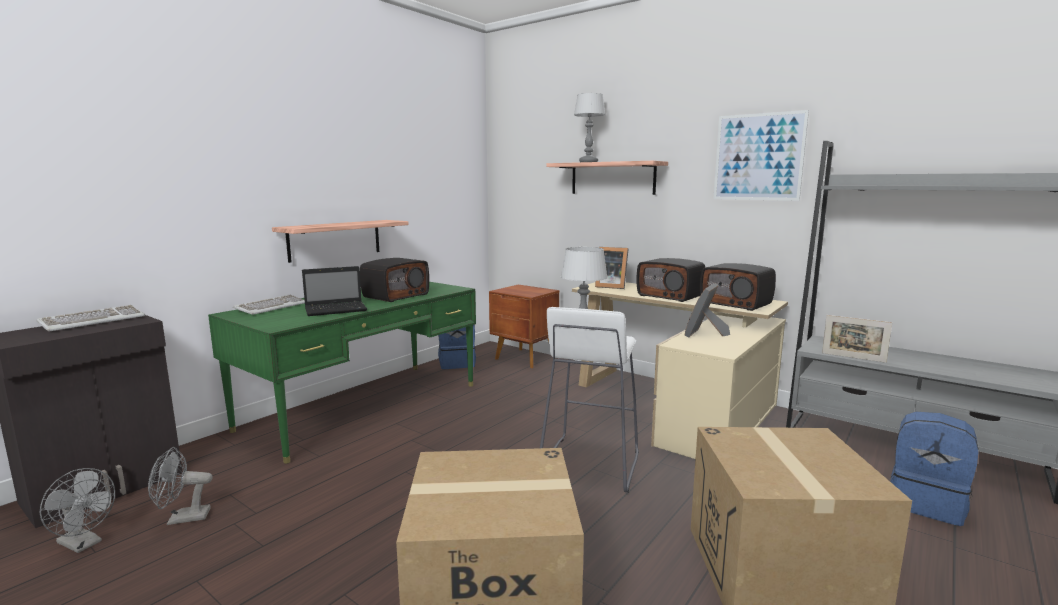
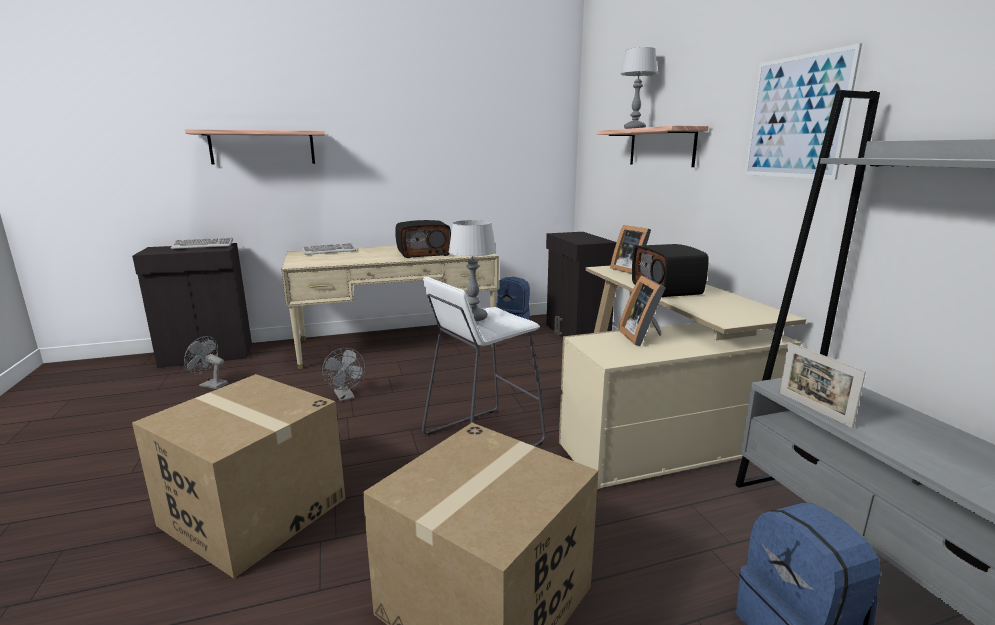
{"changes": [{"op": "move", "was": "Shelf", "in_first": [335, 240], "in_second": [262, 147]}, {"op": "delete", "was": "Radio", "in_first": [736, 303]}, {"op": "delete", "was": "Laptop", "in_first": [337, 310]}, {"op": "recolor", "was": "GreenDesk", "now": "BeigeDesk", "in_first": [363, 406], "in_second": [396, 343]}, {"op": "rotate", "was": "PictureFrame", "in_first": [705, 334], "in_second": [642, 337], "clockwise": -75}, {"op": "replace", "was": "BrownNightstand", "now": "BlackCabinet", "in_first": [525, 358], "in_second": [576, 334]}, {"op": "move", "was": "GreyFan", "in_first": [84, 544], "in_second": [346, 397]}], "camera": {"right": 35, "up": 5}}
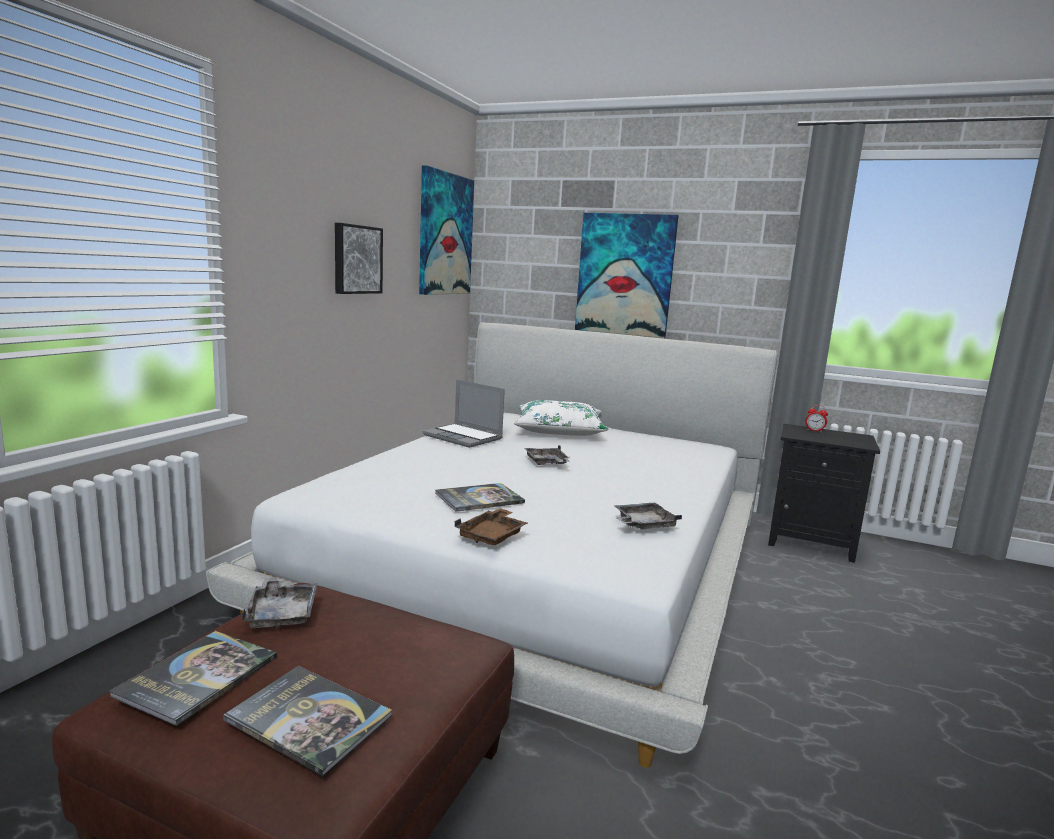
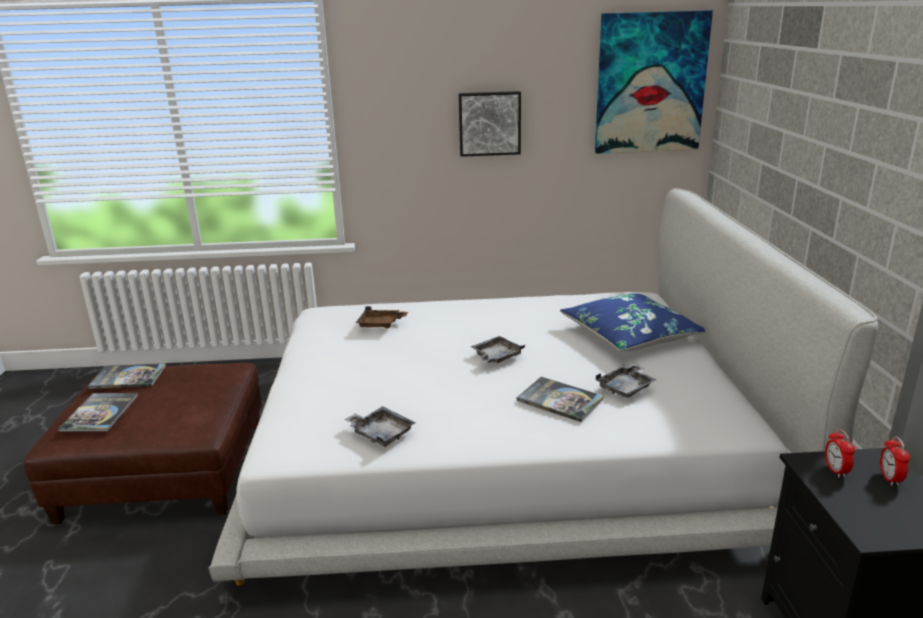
{"changes": [{"op": "delete", "was": "Picture", "in_first": [625, 275]}, {"op": "delete", "was": "Laptop", "in_first": [464, 437]}, {"op": "recolor", "was": "WhitePillow", "now": "BluePillow", "in_first": [559, 430], "in_second": [630, 335]}, {"op": "move", "was": "Book", "in_first": [479, 498], "in_second": [560, 400]}, {"op": "move", "was": "BrownTray", "in_first": [492, 536], "in_second": [380, 324]}, {"op": "move", "was": "GreyTray", "in_first": [282, 613], "in_second": [626, 388]}, {"op": "insert", "now": "AlarmClock", "in_second": [835, 470]}], "camera": {"right": 65, "up": 10}}
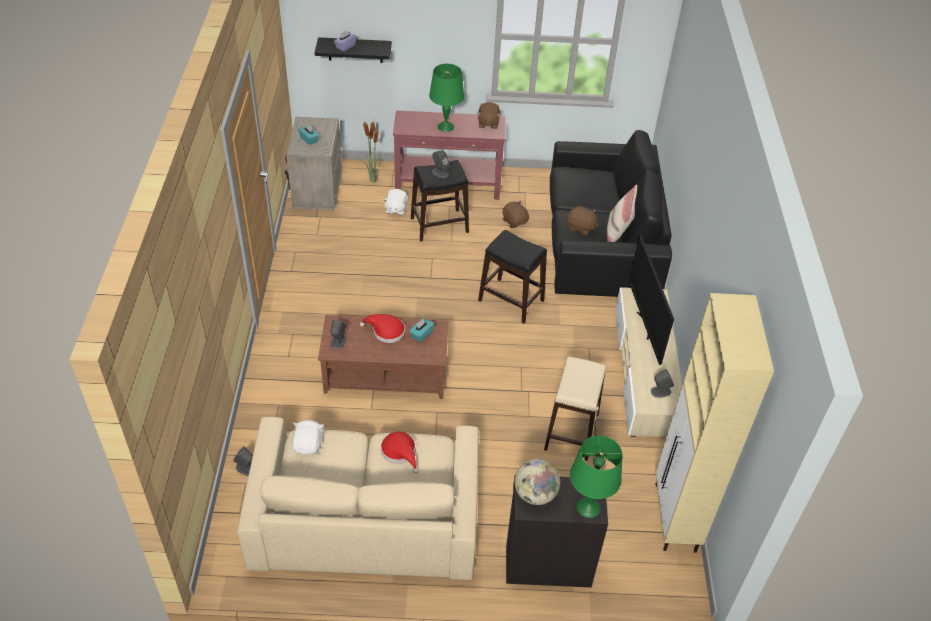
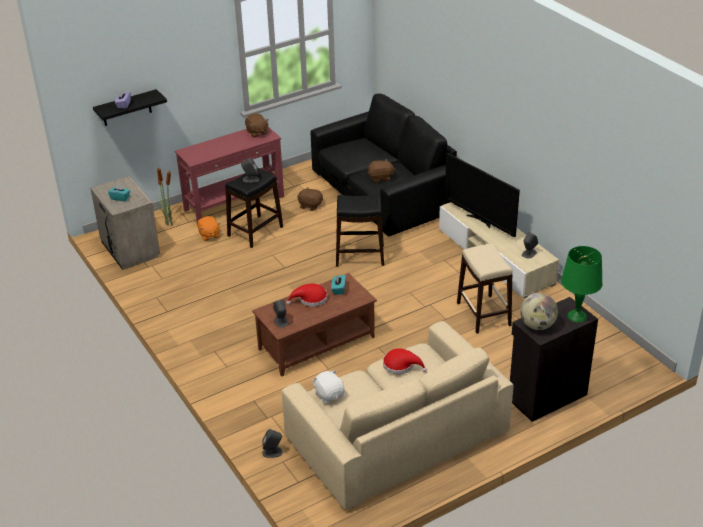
{"changes": [{"op": "delete", "was": "GreenTableLamp", "in_first": [445, 127]}, {"op": "delete", "was": "BeigePillow", "in_first": [617, 234]}, {"op": "recolor", "was": "WhitePlushToy", "now": "OrangePlushToy", "in_first": [396, 209], "in_second": [209, 235]}, {"op": "delete", "was": "BeigeCabinet", "in_first": [675, 518]}], "camera": {"right": -30, "up": -10}}
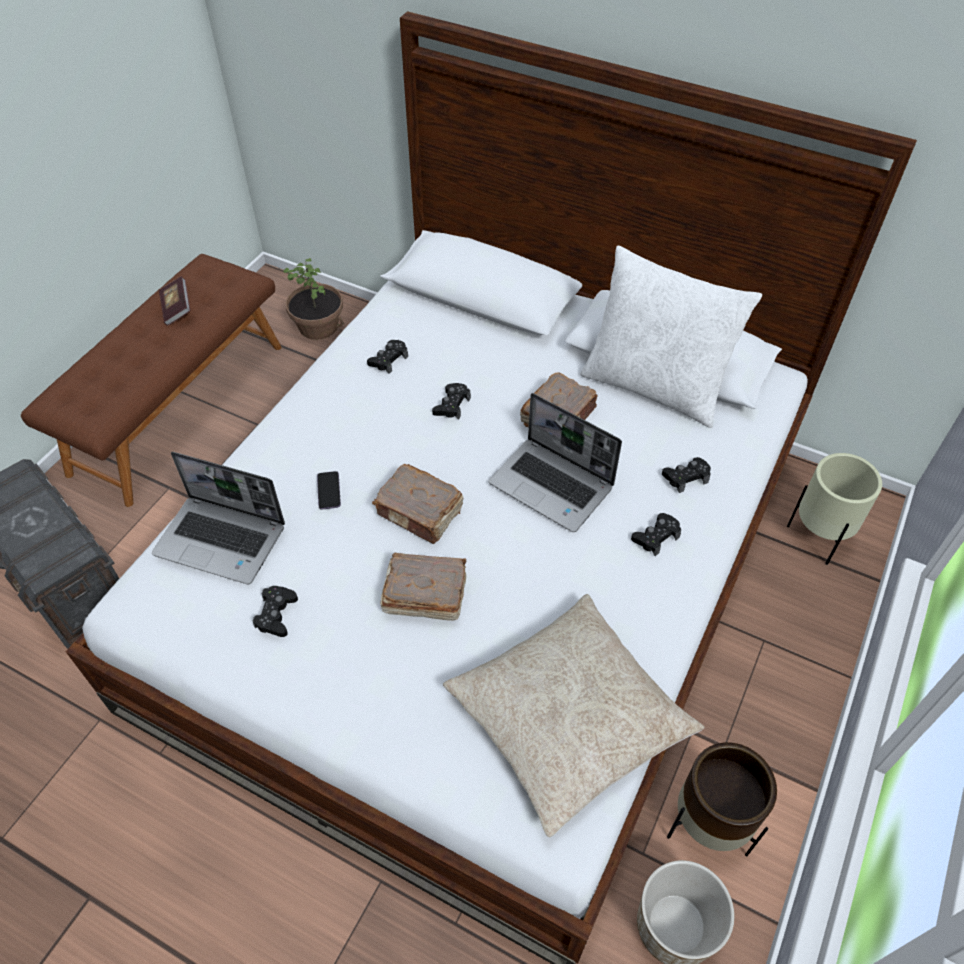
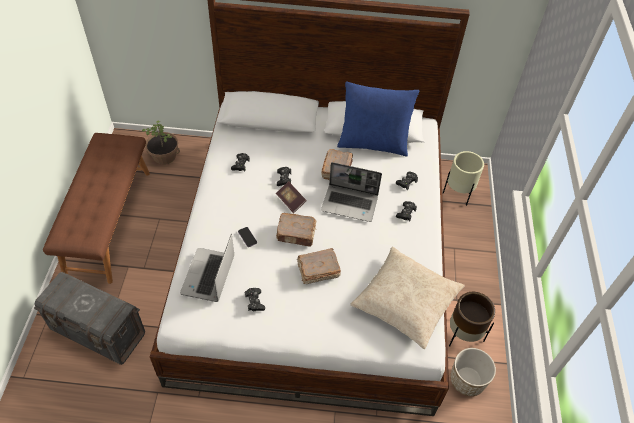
{"changes": [{"op": "recolor", "was": "WhitePillow", "now": "BluePillow", "in_first": [654, 386], "in_second": [373, 143]}, {"op": "move", "was": "Book", "in_first": [177, 308], "in_second": [291, 201]}, {"op": "rotate", "was": "Laptop", "in_first": [222, 540], "in_second": [209, 276], "clockwise": 105}], "camera": {"right": -25, "up": 0}}
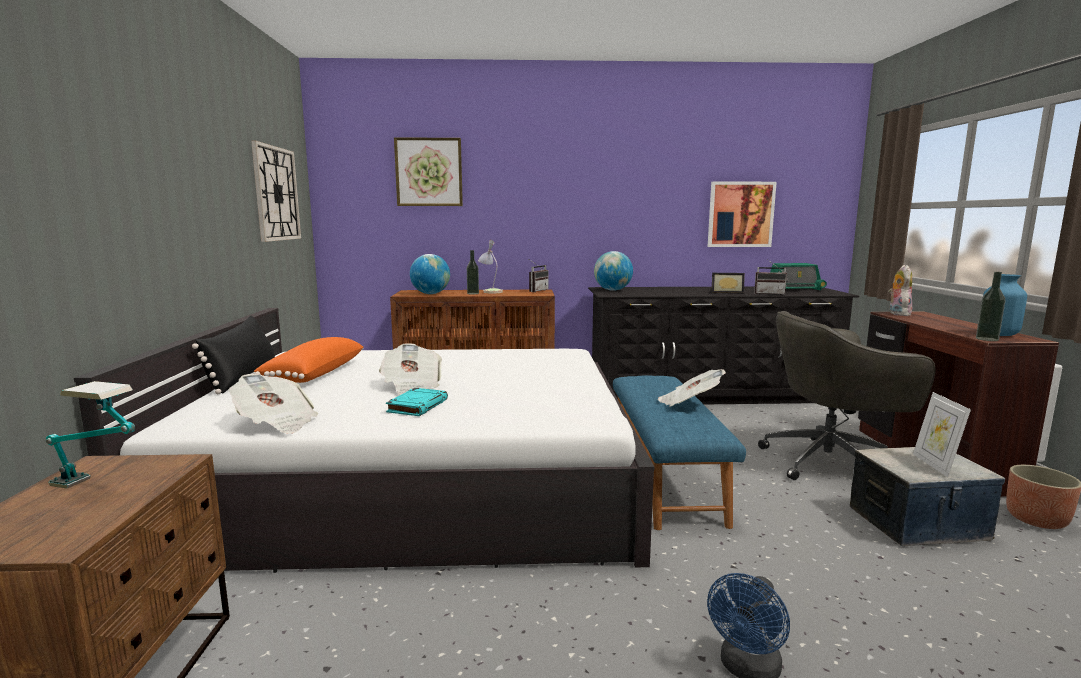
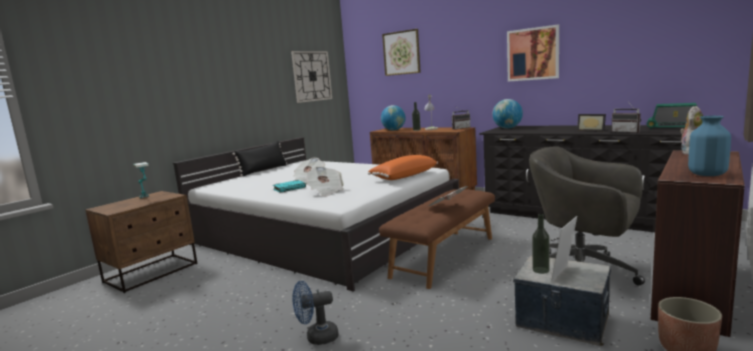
{"changes": [{"op": "move", "was": "Picture", "in_first": [740, 214], "in_second": [533, 54]}, {"op": "move", "was": "Bottle", "in_first": [987, 339], "in_second": [540, 270]}, {"op": "move", "was": "OrangePillow", "in_first": [313, 374], "in_second": [403, 176]}, {"op": "move", "was": "Newspaper", "in_first": [276, 423], "in_second": [326, 191]}, {"op": "recolor", "was": "BlueBench", "now": "BrownBench", "in_first": [663, 476], "in_second": [443, 256]}], "camera": {"right": 40, "up": 0}}
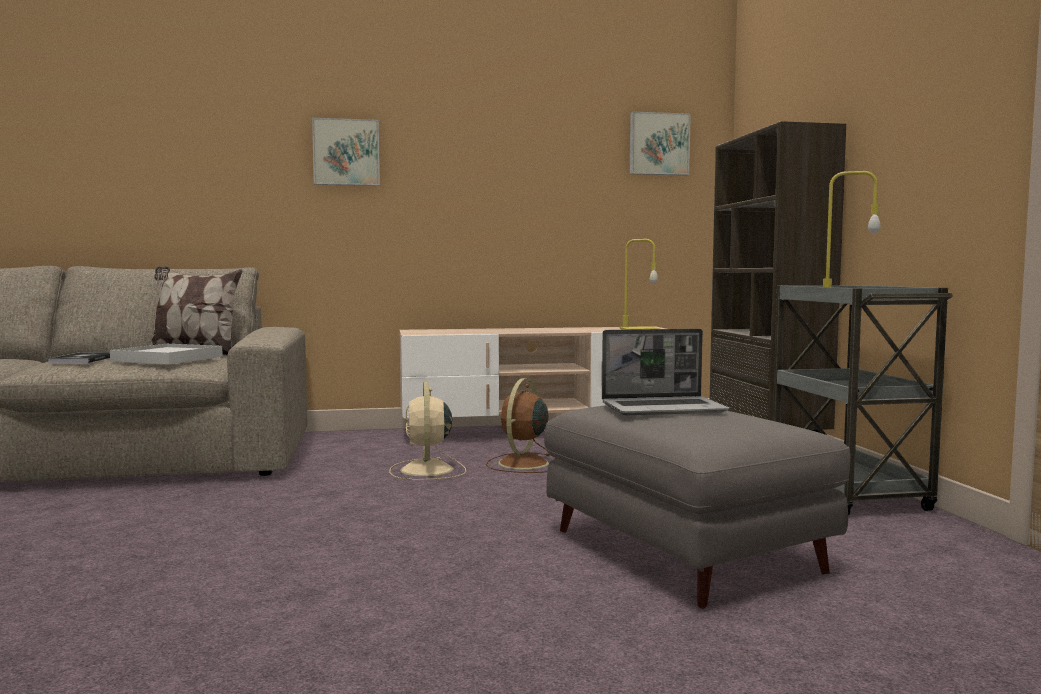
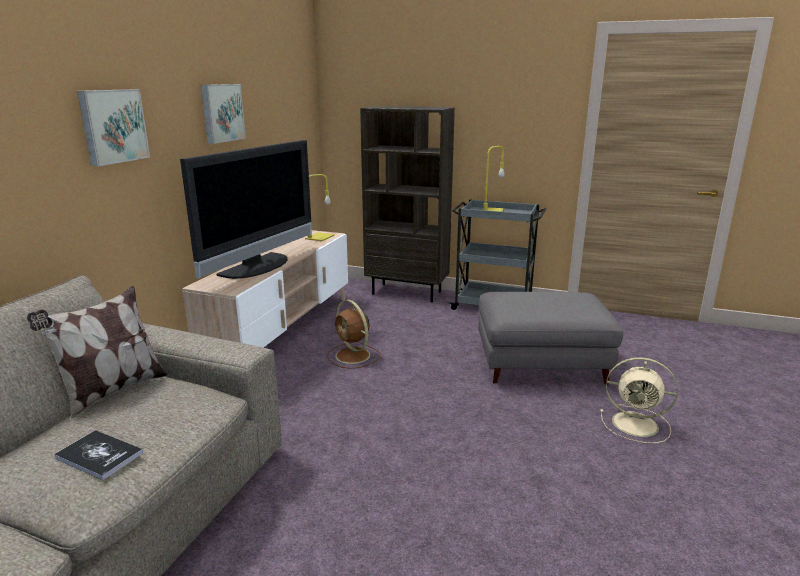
{"changes": [{"op": "move", "was": "Picture", "in_first": [658, 144], "in_second": [221, 113]}, {"op": "delete", "was": "Laptop", "in_first": [664, 408]}, {"op": "delete", "was": "WhiteTray", "in_first": [167, 359]}, {"op": "move", "was": "BeigeFan", "in_first": [427, 470], "in_second": [637, 424]}, {"op": "insert", "now": "Television", "in_second": [258, 267]}], "camera": {"right": -60, "up": 15}}
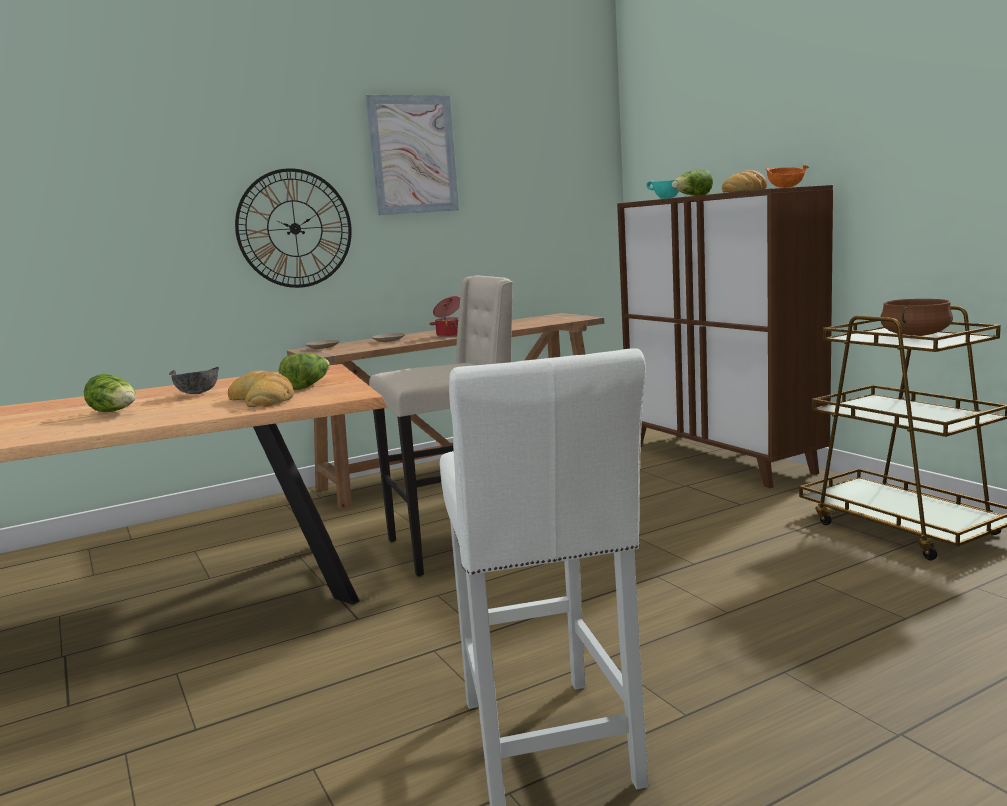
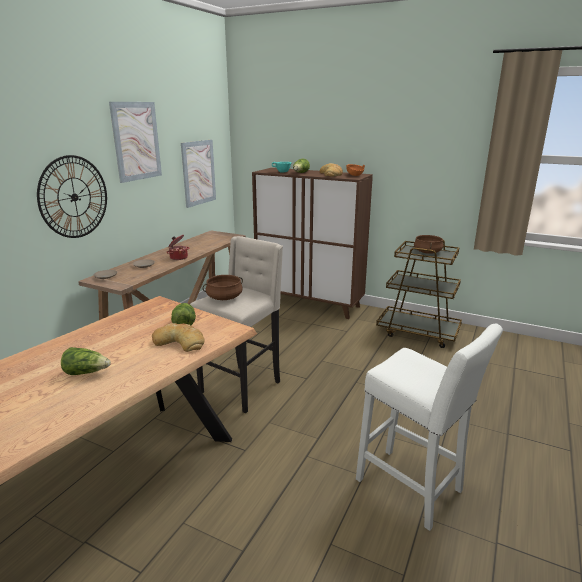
{"changes": [{"op": "delete", "was": "GreyBowl", "in_first": [197, 393]}, {"op": "insert", "now": "Picture", "in_second": [198, 173]}, {"op": "insert", "now": "BrownCookingPot", "in_second": [224, 297]}], "camera": {"right": -35, "up": 10}}
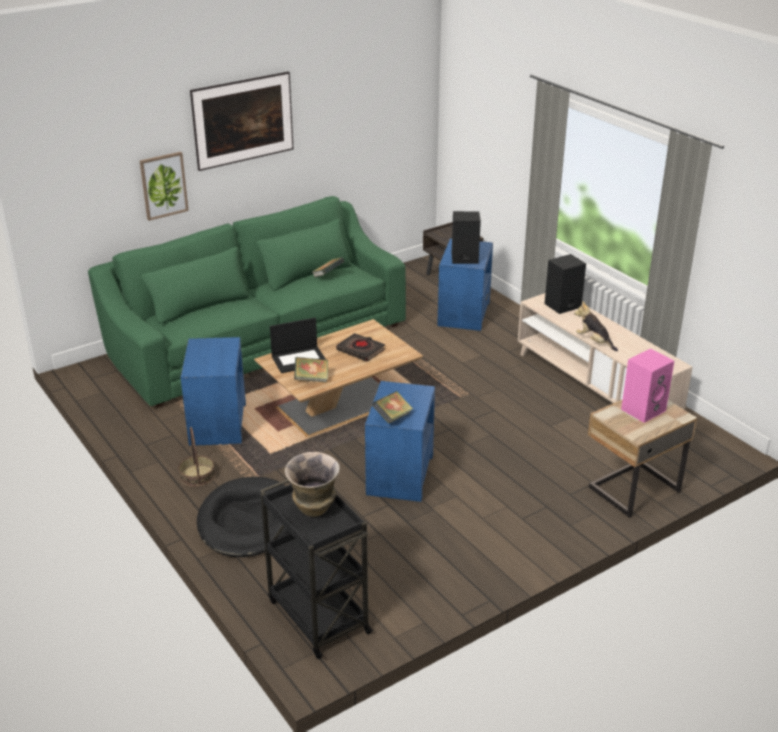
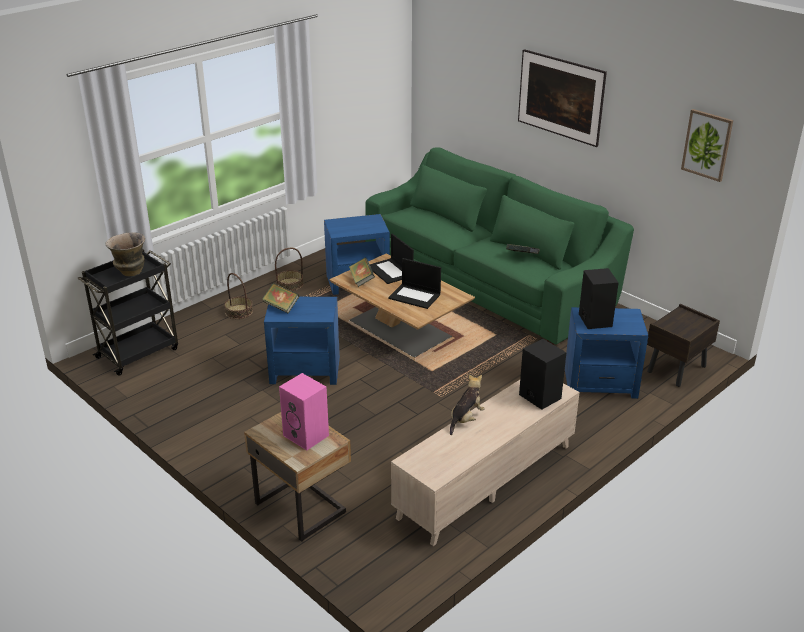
{"changes": [{"op": "move", "was": "Picture", "in_first": [163, 185], "in_second": [707, 145]}, {"op": "replace", "was": "BlackBook", "now": "Laptop", "in_first": [361, 350], "in_second": [415, 296]}, {"op": "replace", "was": "BlackDogBed", "now": "Basket", "in_first": [247, 521], "in_second": [239, 312]}], "camera": {"right": 80, "up": 0}}
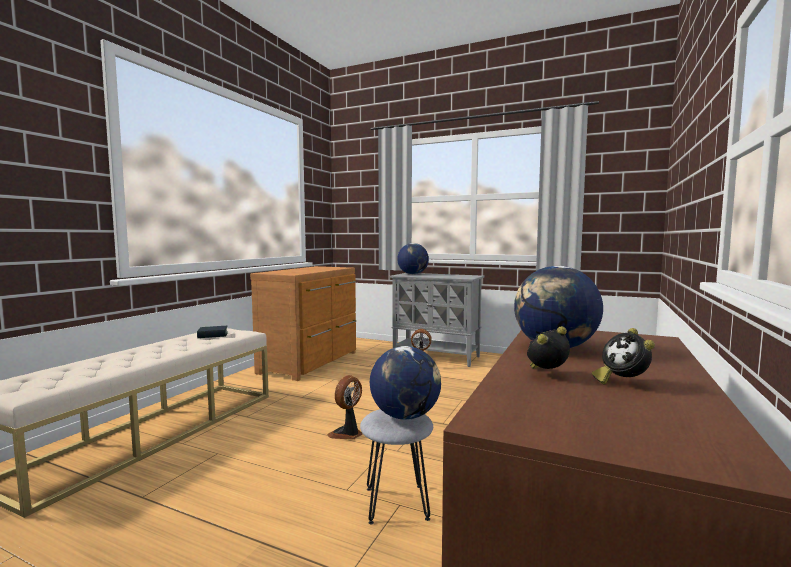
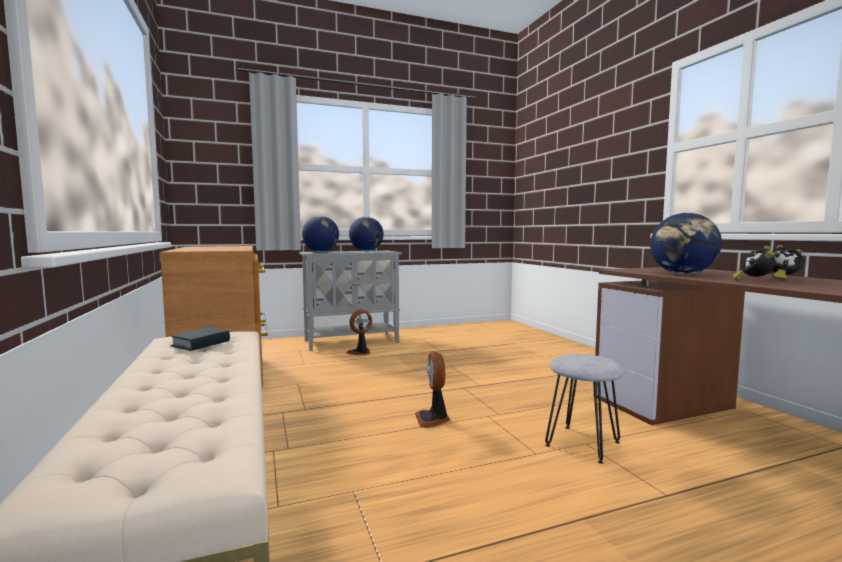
{"changes": [{"op": "move", "was": "Globe", "in_first": [405, 416], "in_second": [366, 251]}], "camera": {"right": -45, "up": 0}}
